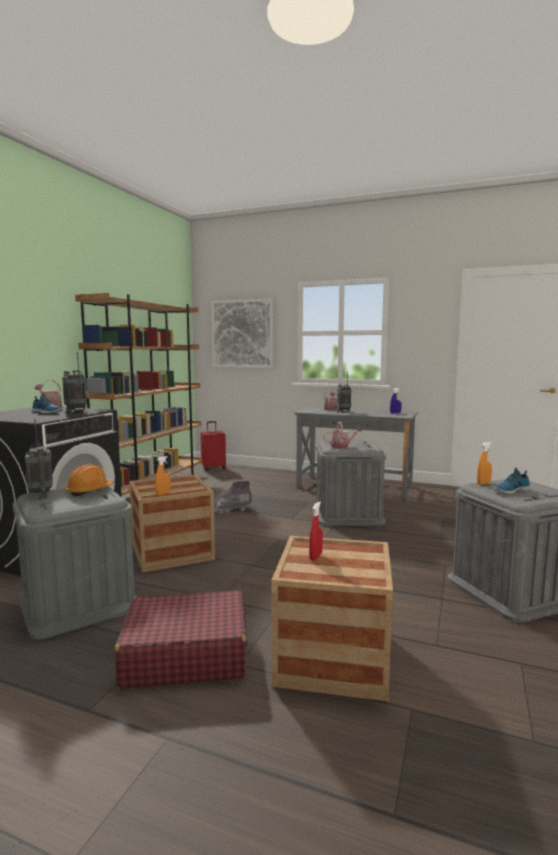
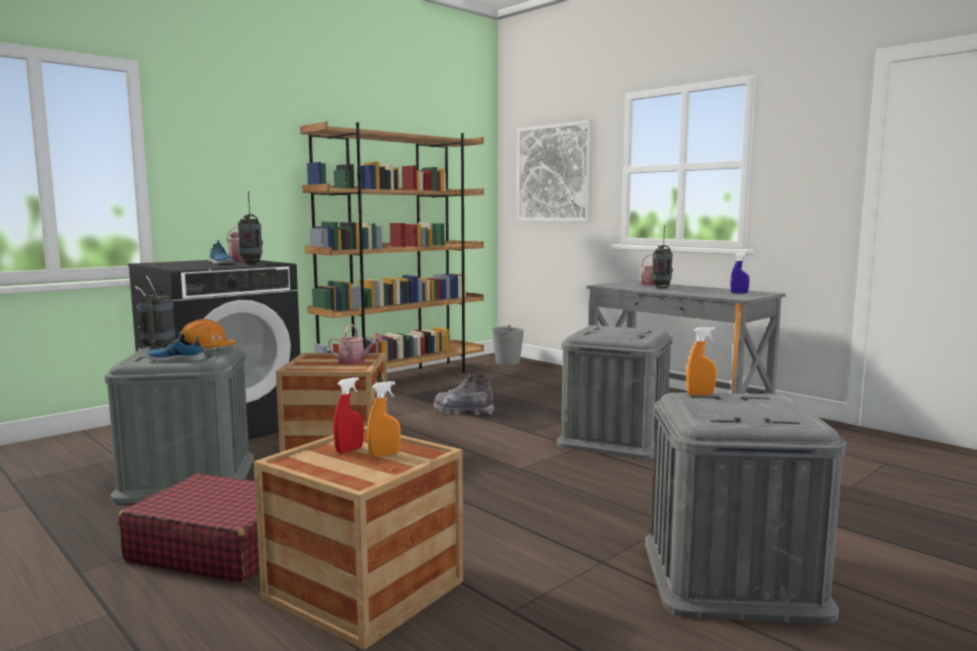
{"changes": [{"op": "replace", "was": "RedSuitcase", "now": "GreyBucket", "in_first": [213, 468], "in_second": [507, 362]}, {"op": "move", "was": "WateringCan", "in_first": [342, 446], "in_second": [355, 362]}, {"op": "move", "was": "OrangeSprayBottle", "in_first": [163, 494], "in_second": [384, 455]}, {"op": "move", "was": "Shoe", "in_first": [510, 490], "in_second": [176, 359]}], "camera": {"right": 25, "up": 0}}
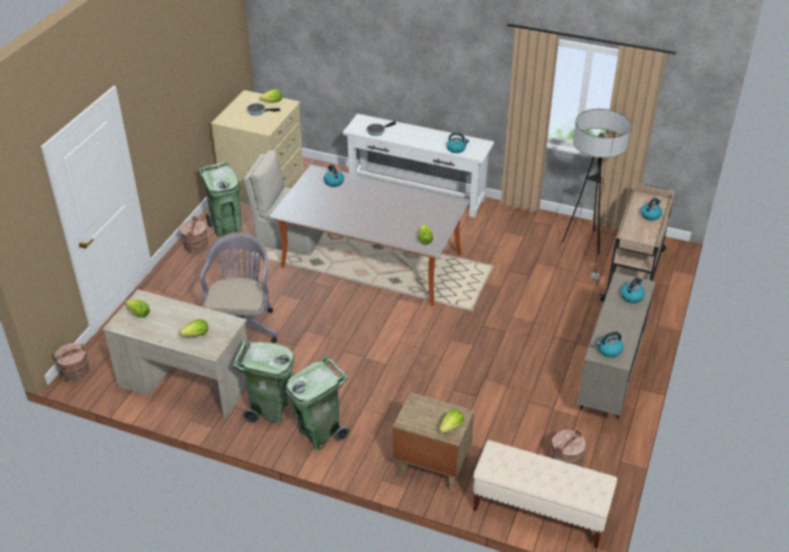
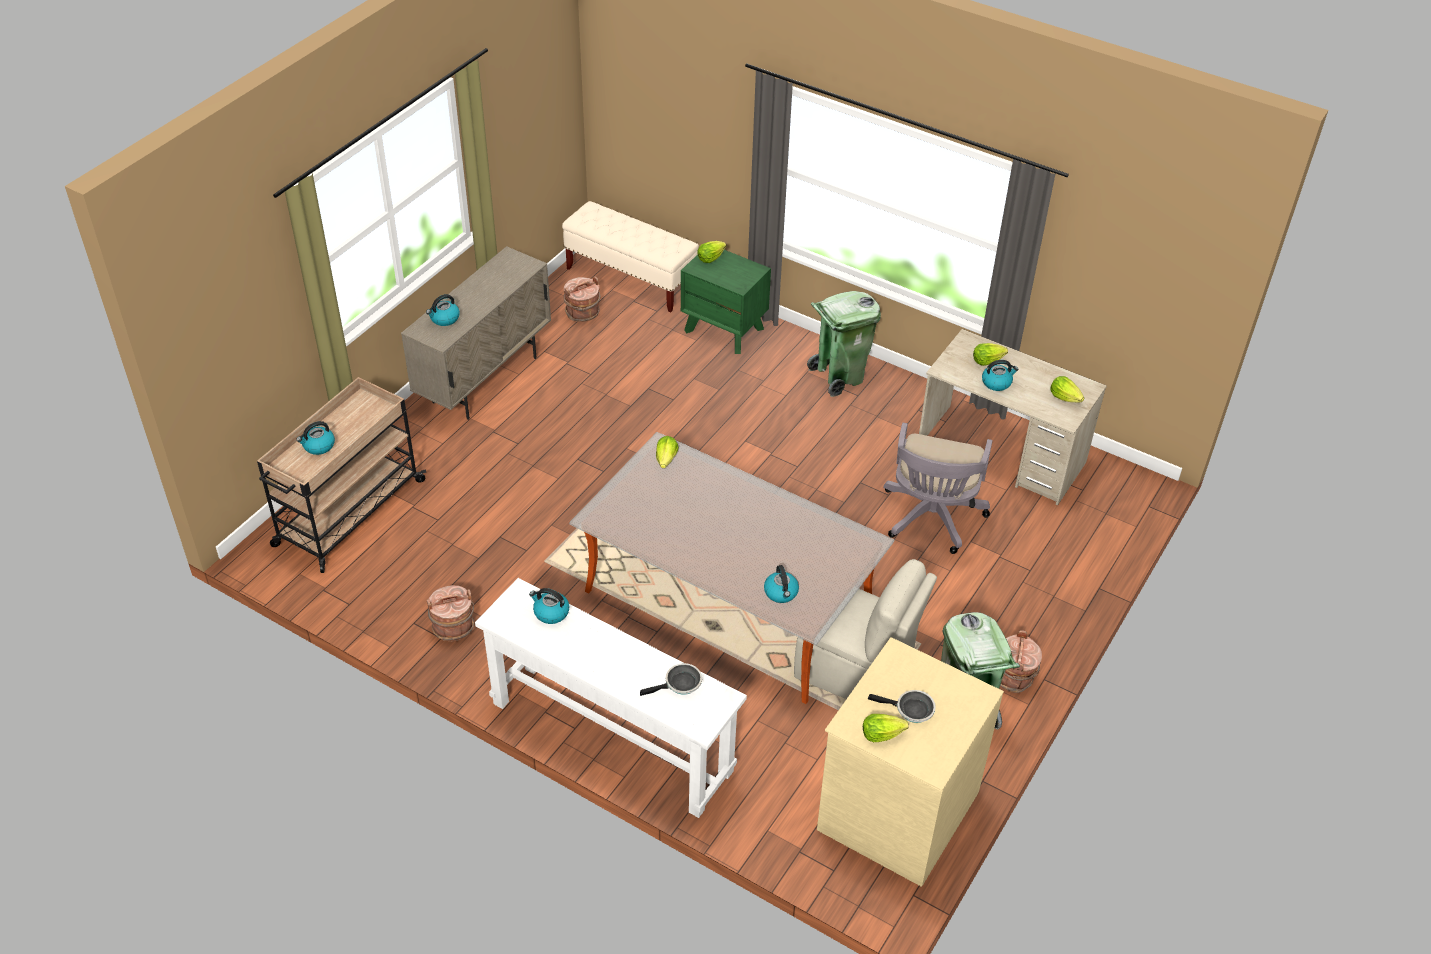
{"changes": [{"op": "delete", "was": "FloorLamp", "in_first": [585, 246]}, {"op": "move", "was": "Kettle", "in_first": [608, 350], "in_second": [997, 382]}, {"op": "delete", "was": "GreenTrashCan", "in_first": [270, 409]}, {"op": "move", "was": "BrownBucket", "in_first": [75, 372], "in_second": [453, 626]}, {"op": "recolor", "was": "BrownNightstand", "now": "GreenNightstand", "in_first": [431, 465], "in_second": [724, 329]}], "camera": {"right": -170, "up": 5}}
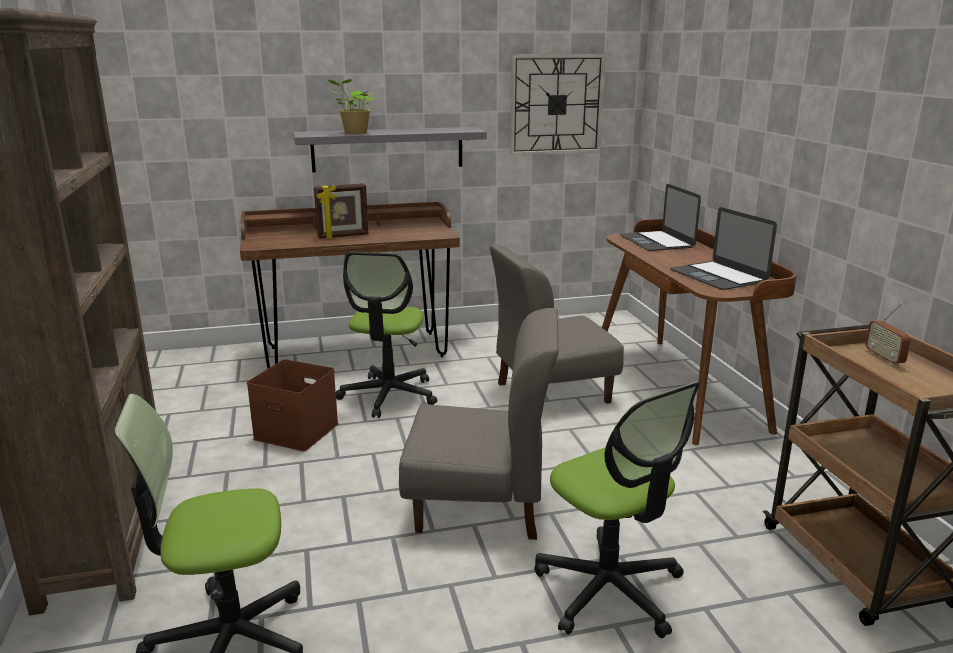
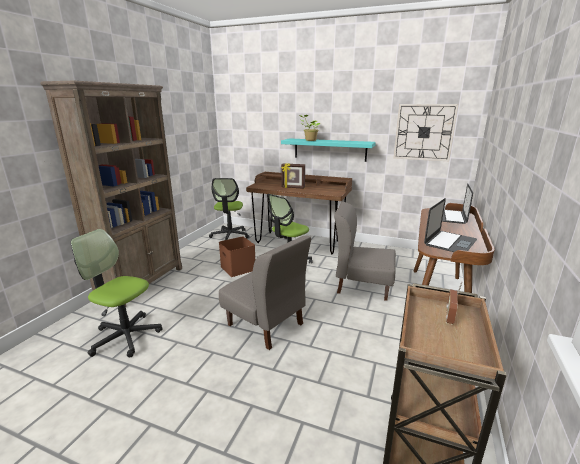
{"changes": [{"op": "recolor", "was": "GreyShelf", "now": "TurquoiseShelf", "in_first": [388, 149], "in_second": [330, 149]}, {"op": "rotate", "was": "Laptop", "in_first": [718, 276], "in_second": [450, 242], "clockwise": -150}, {"op": "move", "was": "OfficeChair", "in_first": [610, 590], "in_second": [230, 236]}], "camera": {"right": 35, "up": 0}}
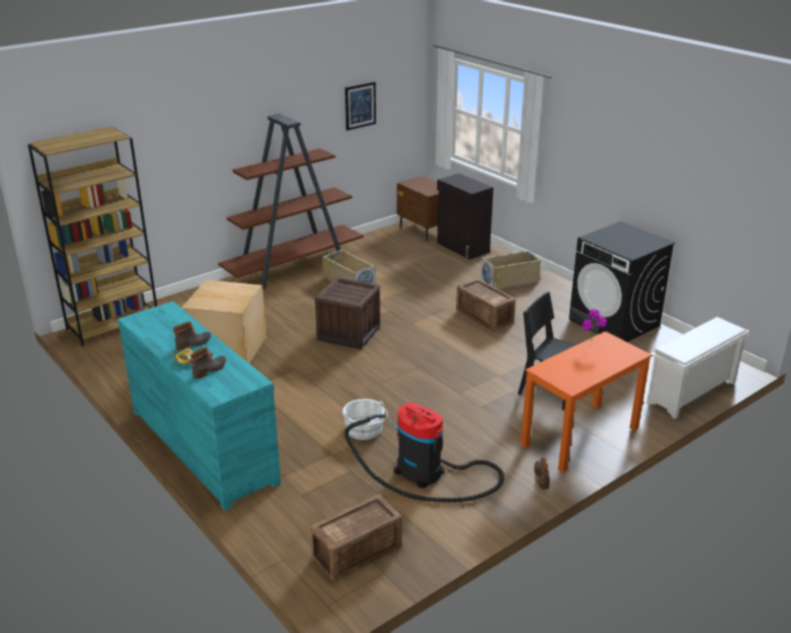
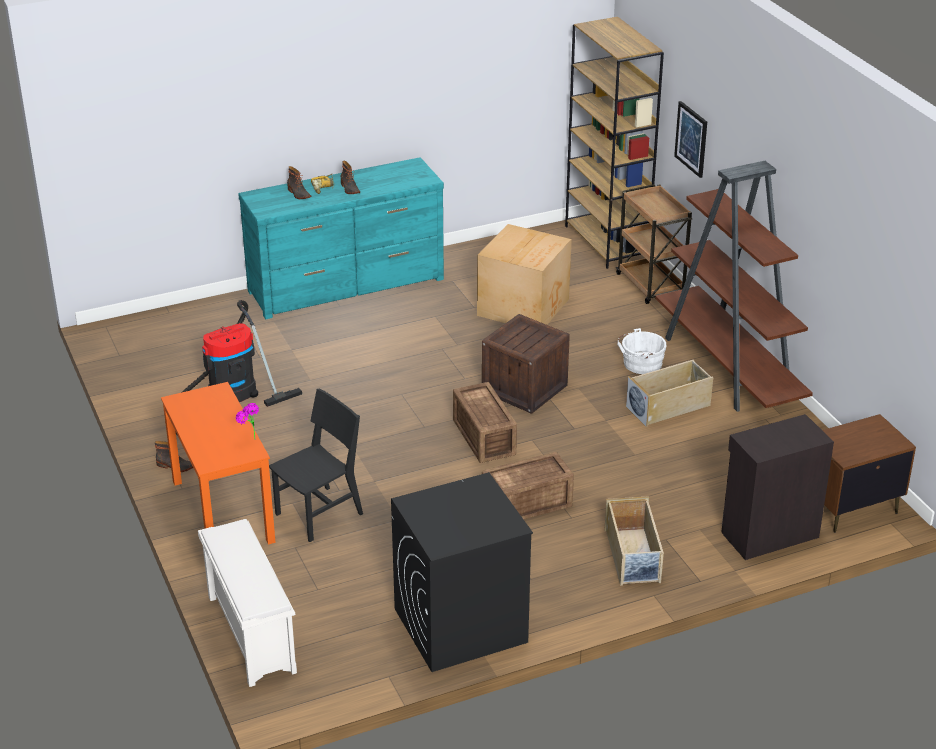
{"changes": [{"op": "move", "was": "Picture", "in_first": [360, 105], "in_second": [691, 139]}, {"op": "move", "was": "WhiteBucket", "in_first": [365, 430], "in_second": [640, 364]}, {"op": "move", "was": "Crate", "in_first": [359, 552], "in_second": [483, 438]}, {"op": "insert", "now": "BrownCart", "in_second": [651, 285]}], "camera": {"right": 105, "up": 5}}
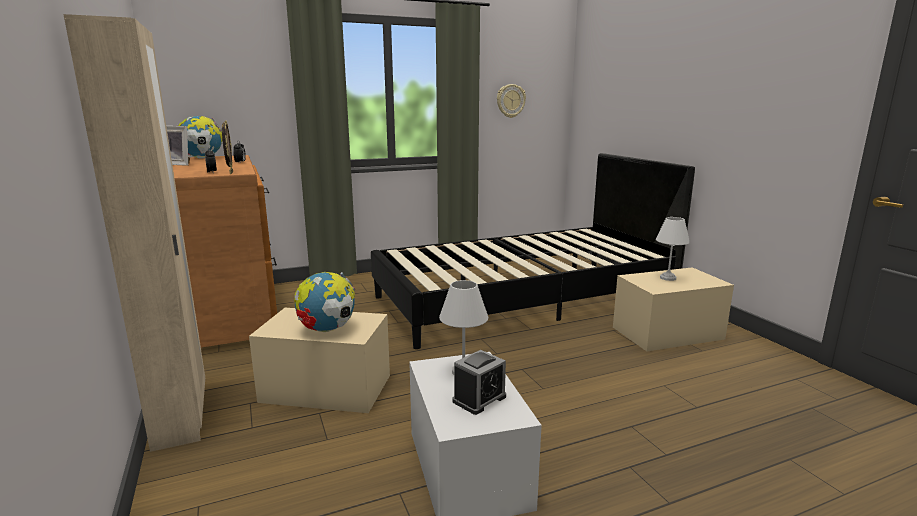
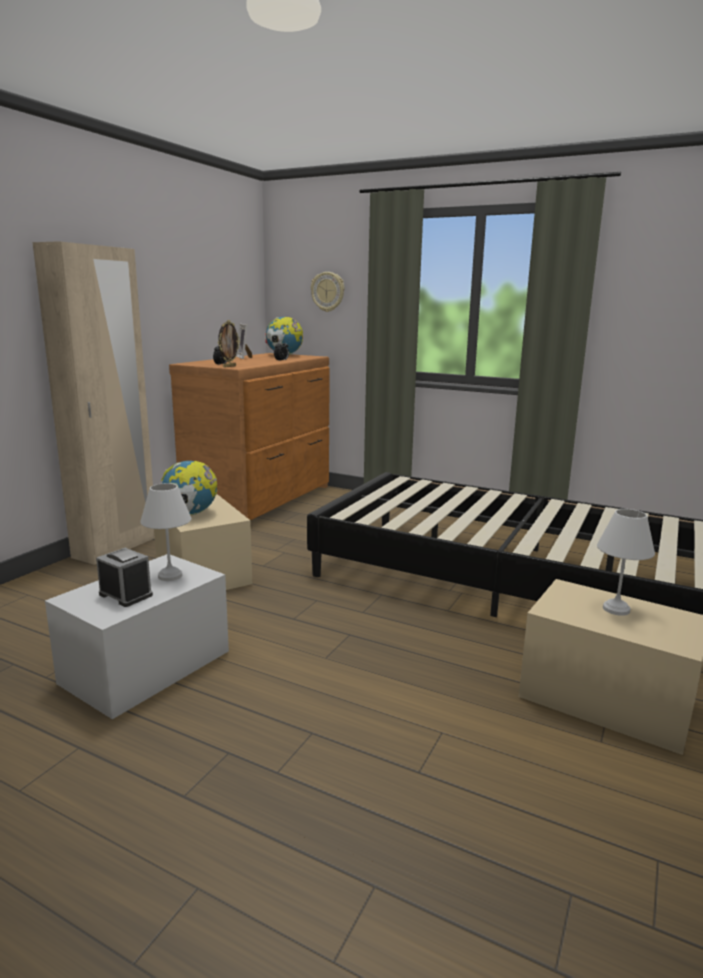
{"changes": [{"op": "move", "was": "WallClock", "in_first": [510, 101], "in_second": [328, 292]}, {"op": "rotate", "was": "AlarmClock", "in_first": [479, 399], "in_second": [125, 594], "clockwise": -150}], "camera": {"right": 50, "up": 0}}
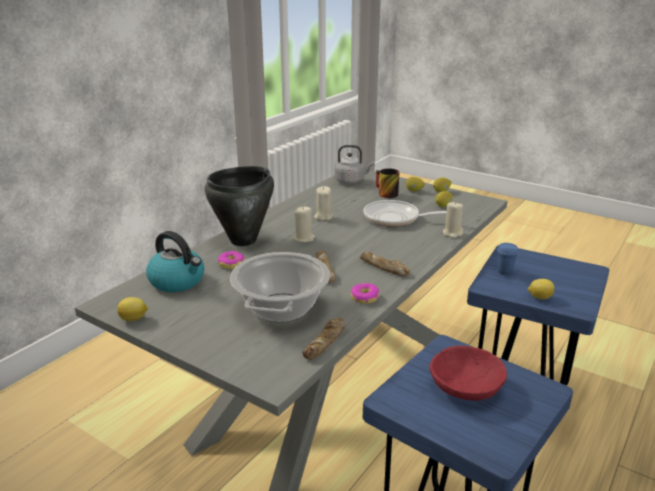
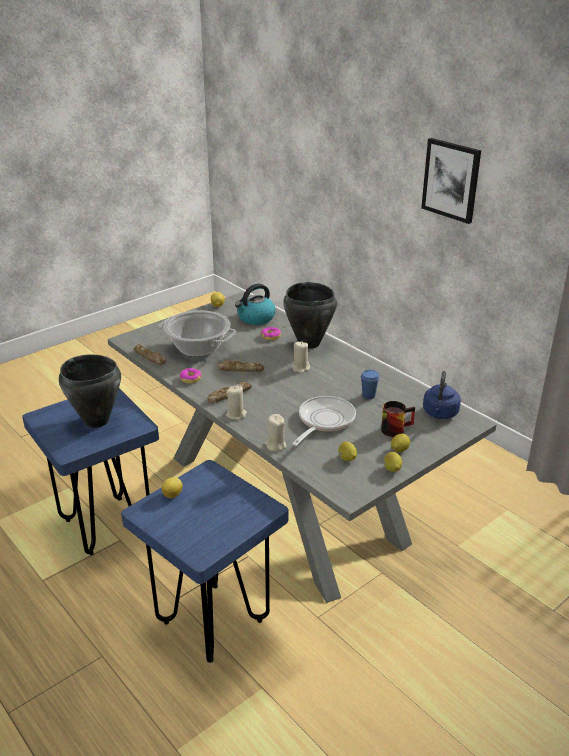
{"changes": [{"op": "recolor", "was": "GreyKettle", "now": "BlueKettle", "in_first": [351, 181], "in_second": [440, 414]}, {"op": "move", "was": "BeigeCandle", "in_first": [323, 217], "in_second": [236, 414]}, {"op": "move", "was": "BlueCup", "in_first": [504, 272], "in_second": [368, 396]}, {"op": "replace", "was": "RedBowl", "now": "BlackCookingPot", "in_first": [466, 387], "in_second": [96, 421]}, {"op": "insert", "now": "Picture", "in_second": [451, 180]}], "camera": {"right": 105, "up": 5}}
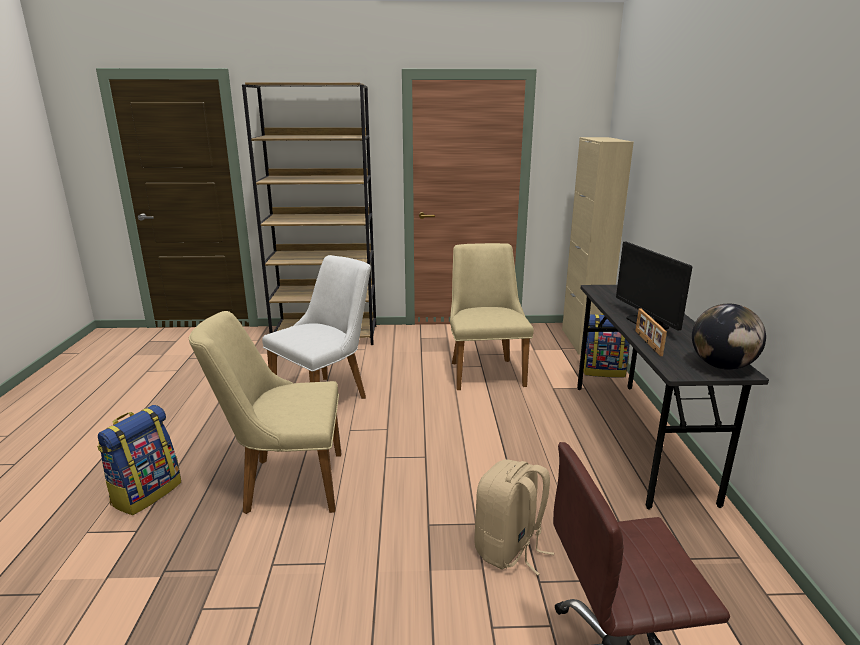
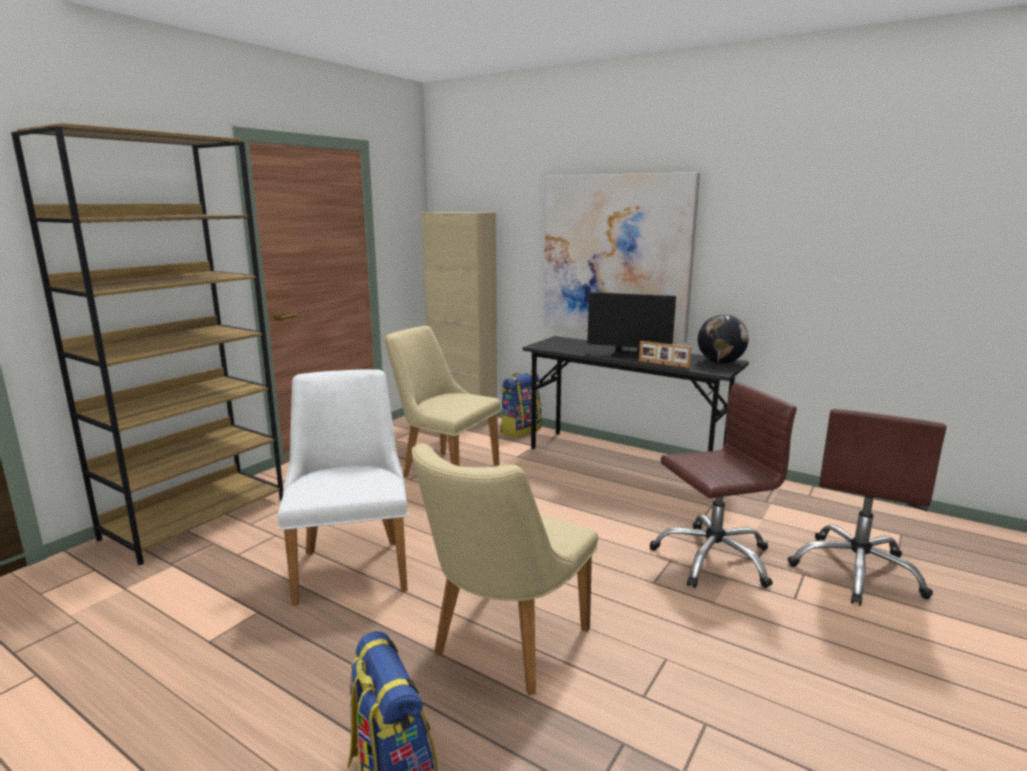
{"changes": [{"op": "replace", "was": "BeigeBackpack", "now": "BrownOfficeChair", "in_first": [509, 549], "in_second": [713, 558]}, {"op": "insert", "now": "Picture", "in_second": [616, 256]}], "camera": {"right": -55, "up": -5}}
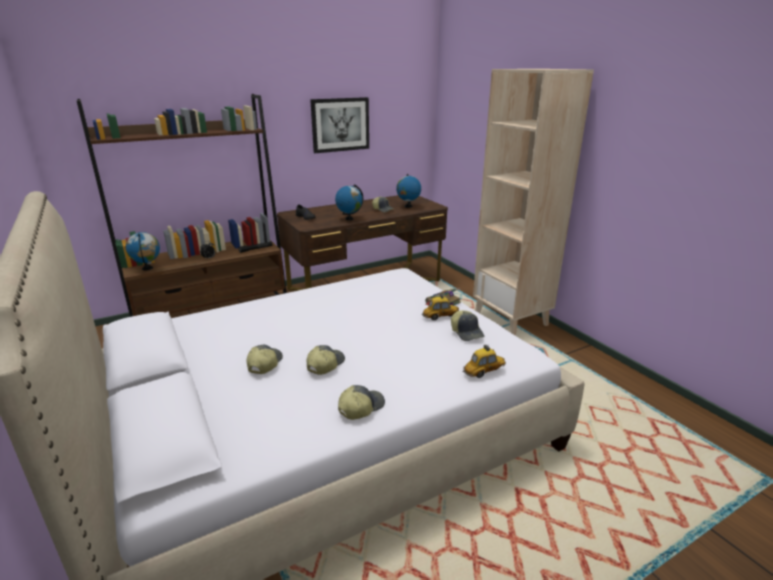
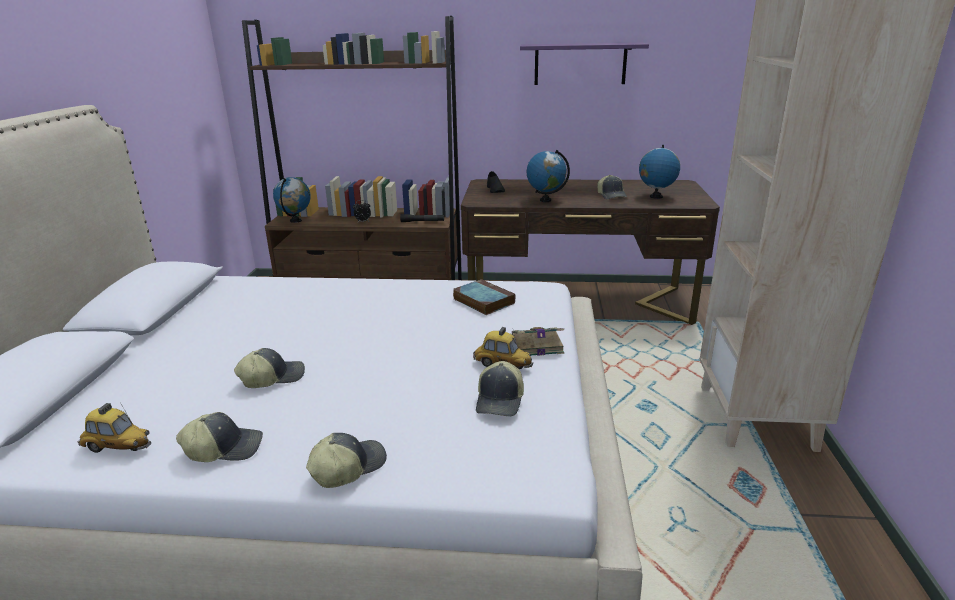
{"changes": [{"op": "replace", "was": "Picture", "now": "PurpleShelf", "in_first": [340, 124], "in_second": [580, 64]}, {"op": "move", "was": "Cap", "in_first": [264, 364], "in_second": [347, 467]}, {"op": "move", "was": "ToyCar", "in_first": [484, 372], "in_second": [118, 447]}, {"op": "insert", "now": "Book", "in_second": [482, 301]}], "camera": {"right": 35, "up": 0}}
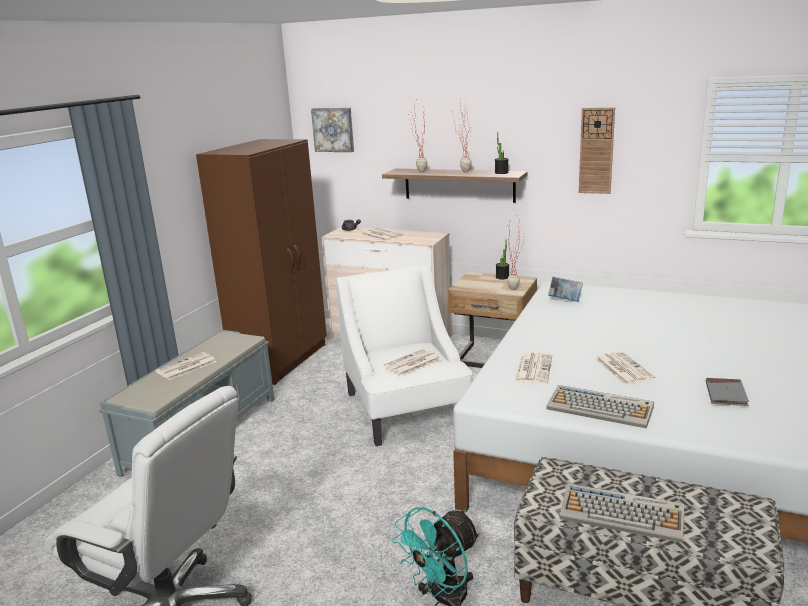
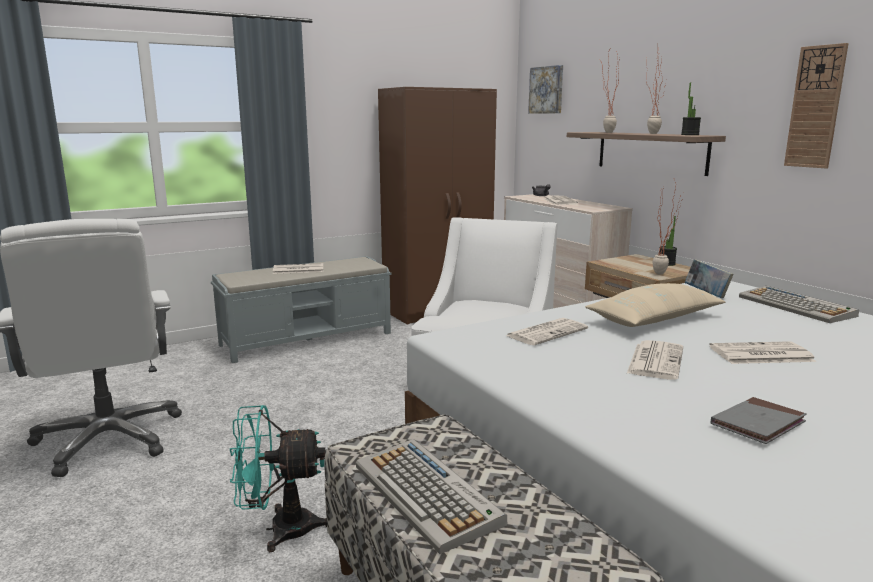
{"changes": [{"op": "move", "was": "Newspaper", "in_first": [412, 363], "in_second": [760, 354]}, {"op": "move", "was": "Keyboard", "in_first": [601, 408], "in_second": [796, 306]}, {"op": "insert", "now": "BeigePillow", "in_second": [654, 319]}], "camera": {"right": 35, "up": -5}}
